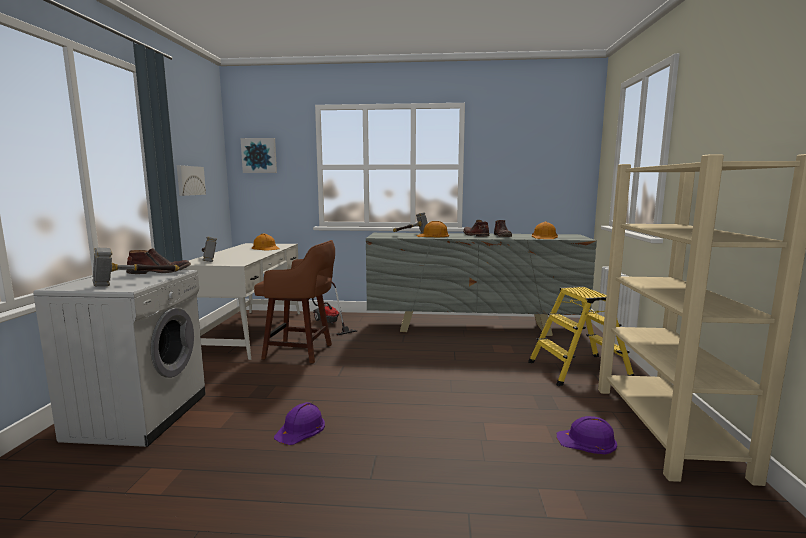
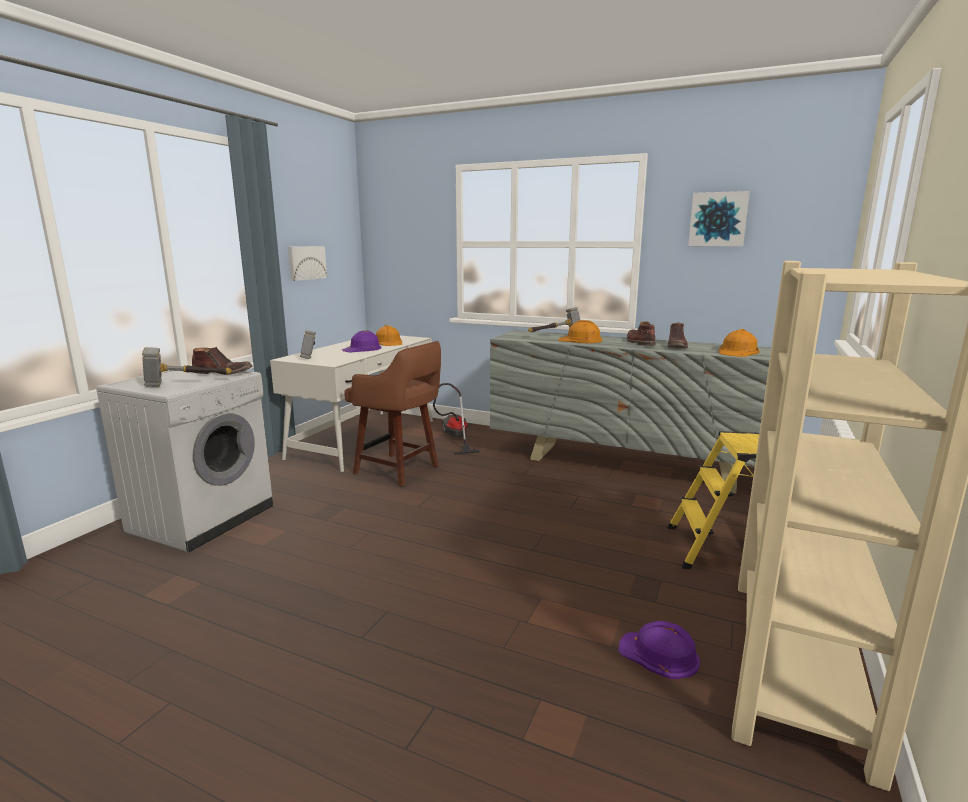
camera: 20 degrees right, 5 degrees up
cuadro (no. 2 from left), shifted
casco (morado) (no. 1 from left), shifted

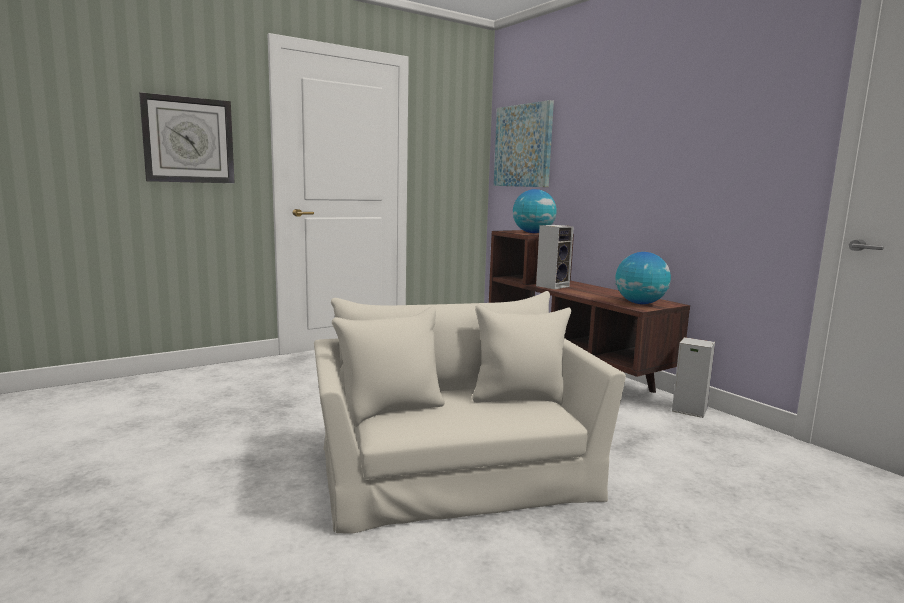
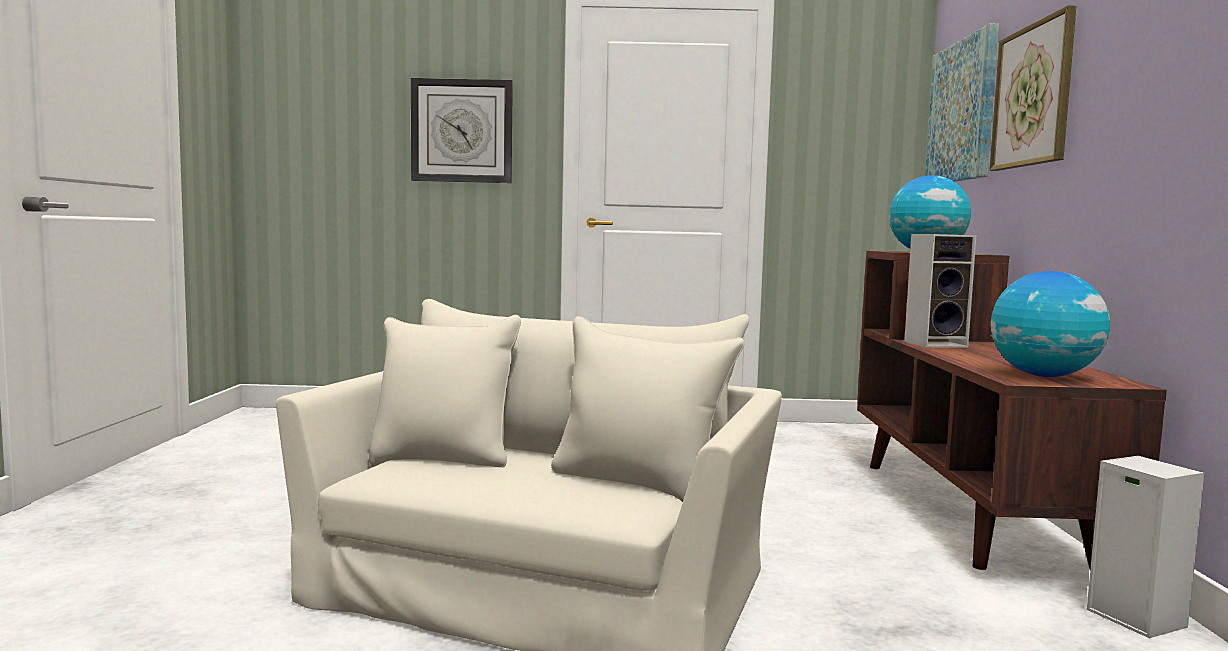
camera: 35 degrees right, 5 degrees down
- → cuadro (no. 2 from left)

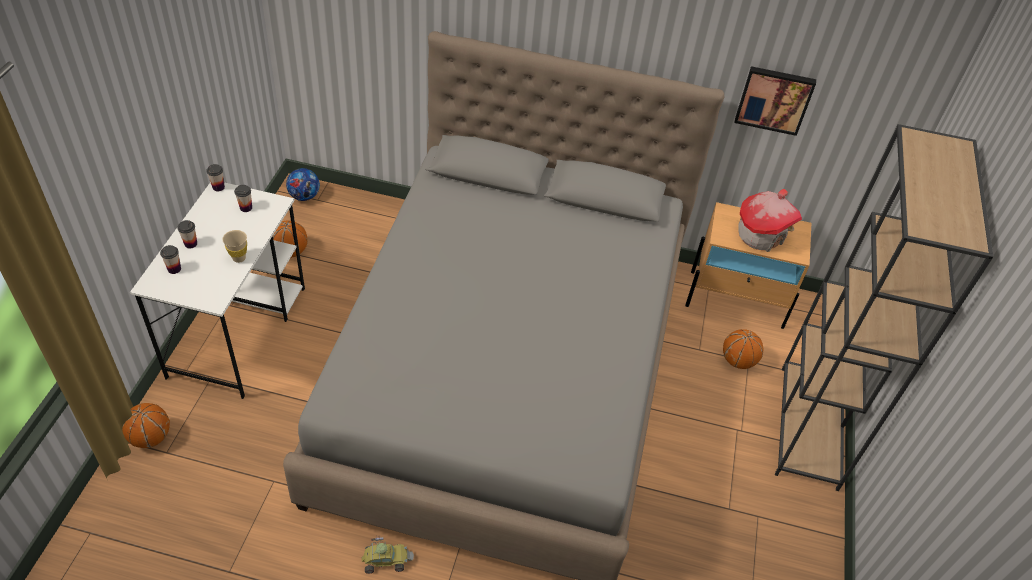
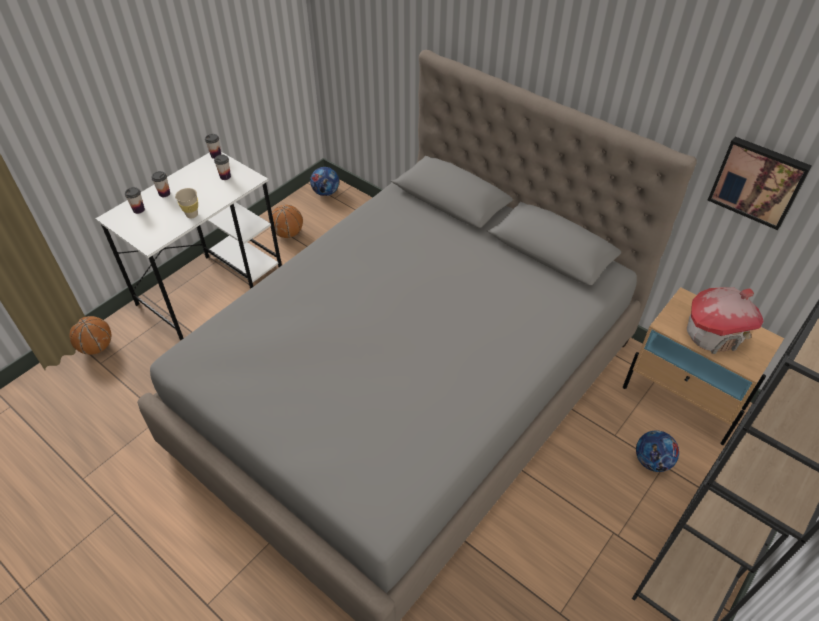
camera: 30 degrees right, 0 degrees up
balón de baloncesto (no. 3 from left) → balón de fútbol (no. 2 from left)
coche de juguete → -

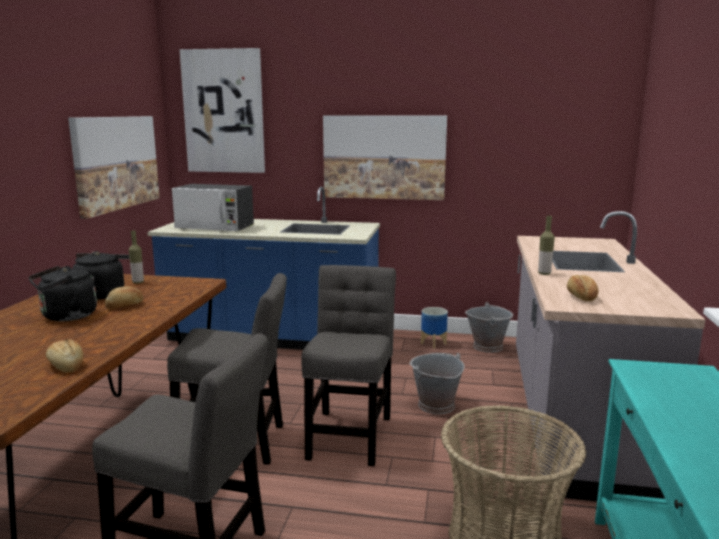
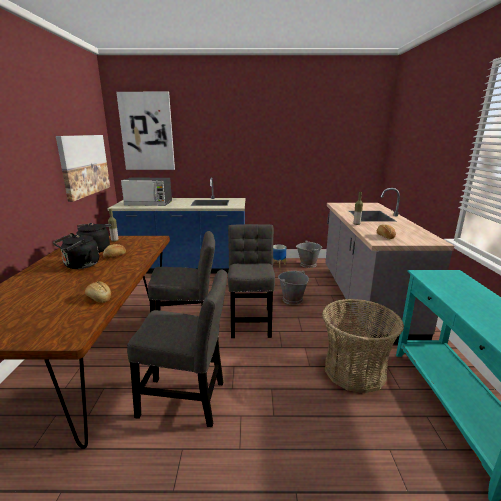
camera: 10 degrees left, 5 degrees up
cuadro (no. 3 from left) → -

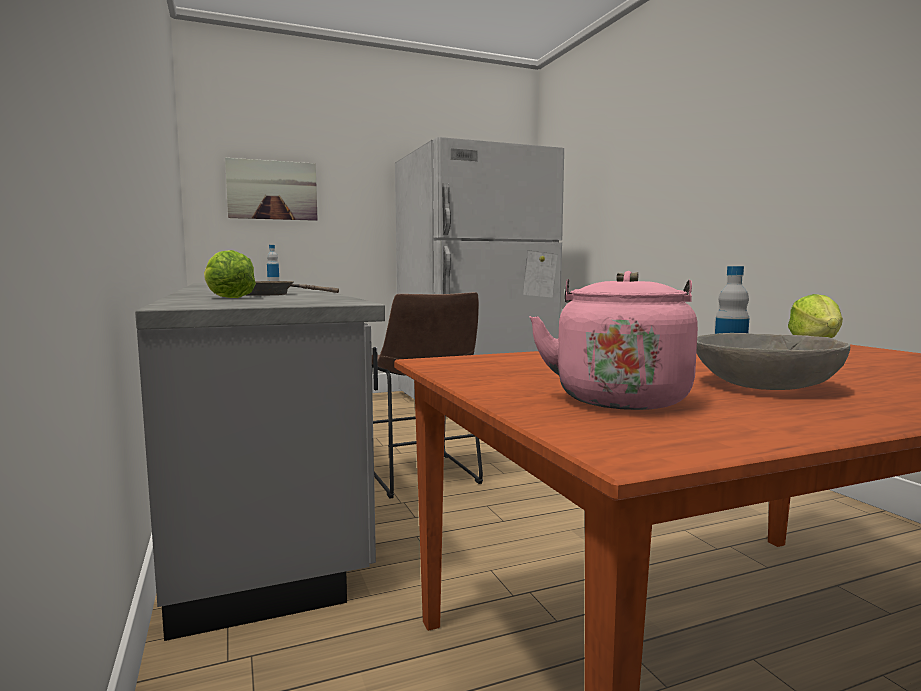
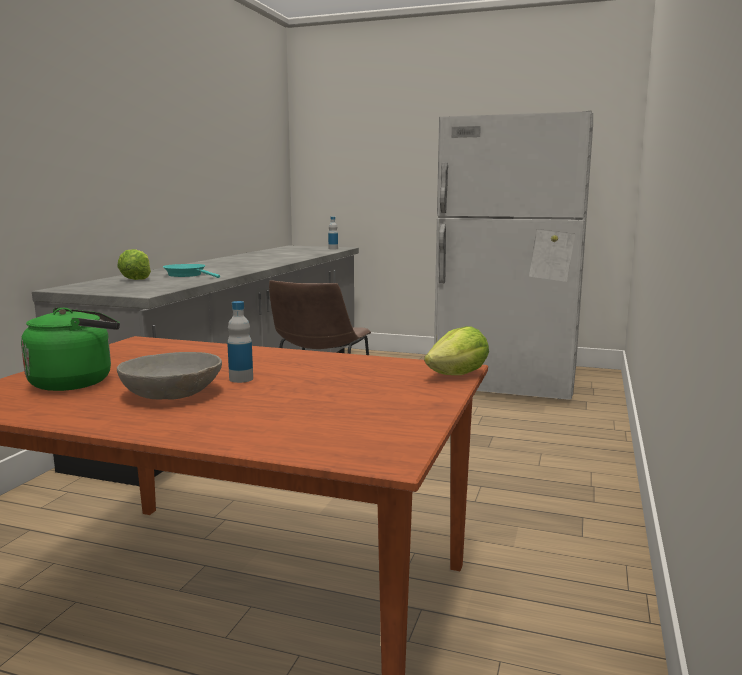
camera: 40 degrees right, 5 degrees up
cuadro → -
hervidor (rosa) → hervidor (verde)
sartén (marrón) → sartén (turquesa)

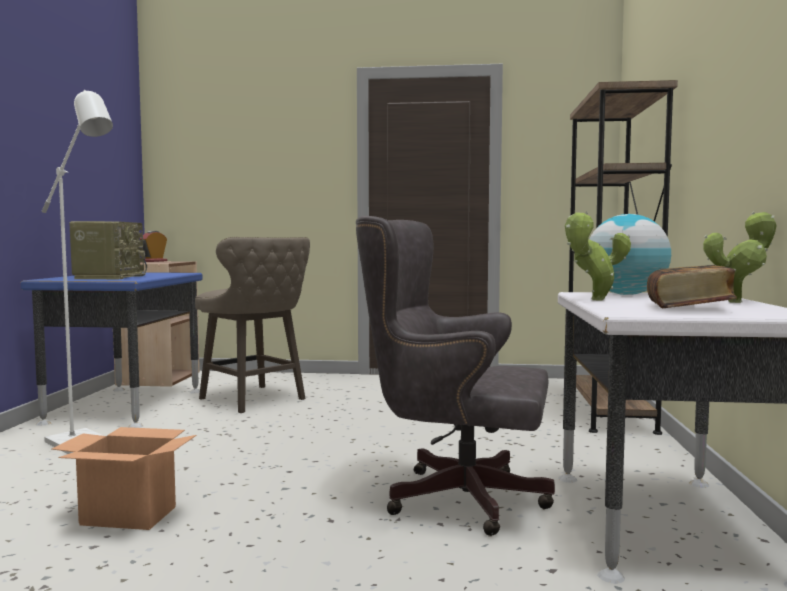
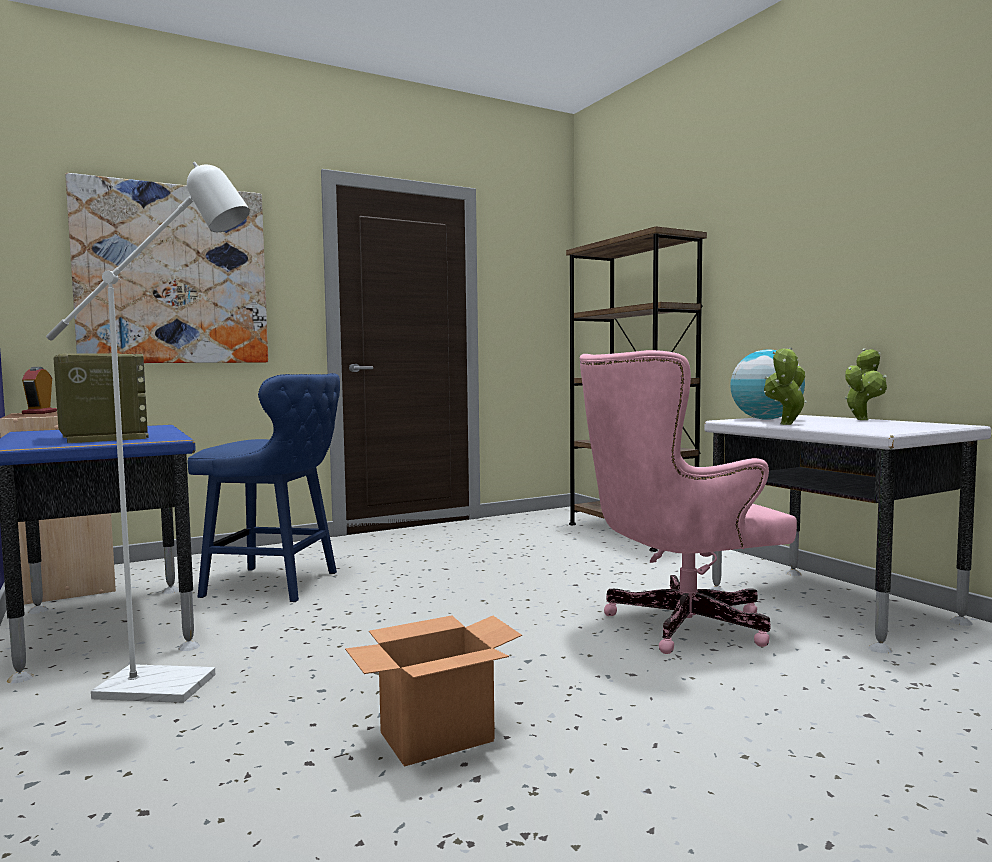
camera: 35 degrees left, 0 degrees up
silla de oficina (gris) → silla de oficina (rosa)
taburete (beis) → taburete (azul)
libro → -
- → cuadro

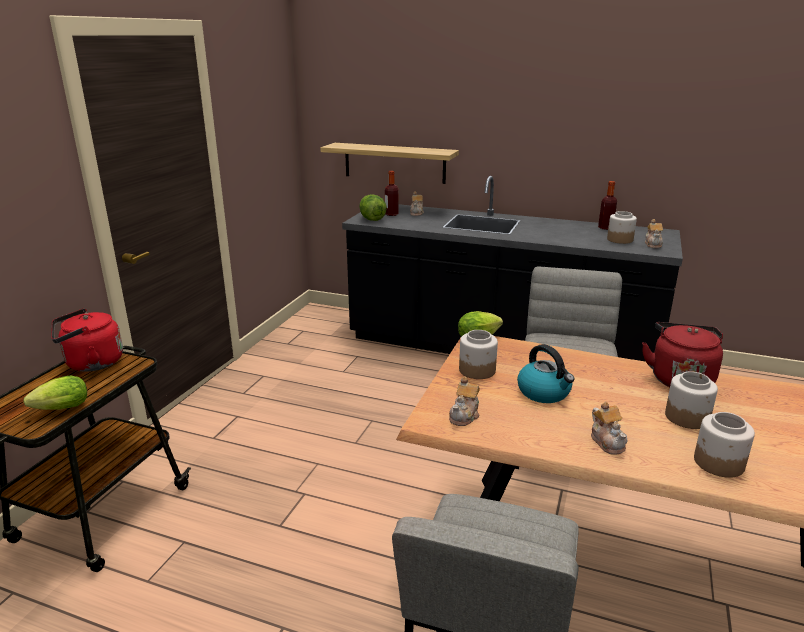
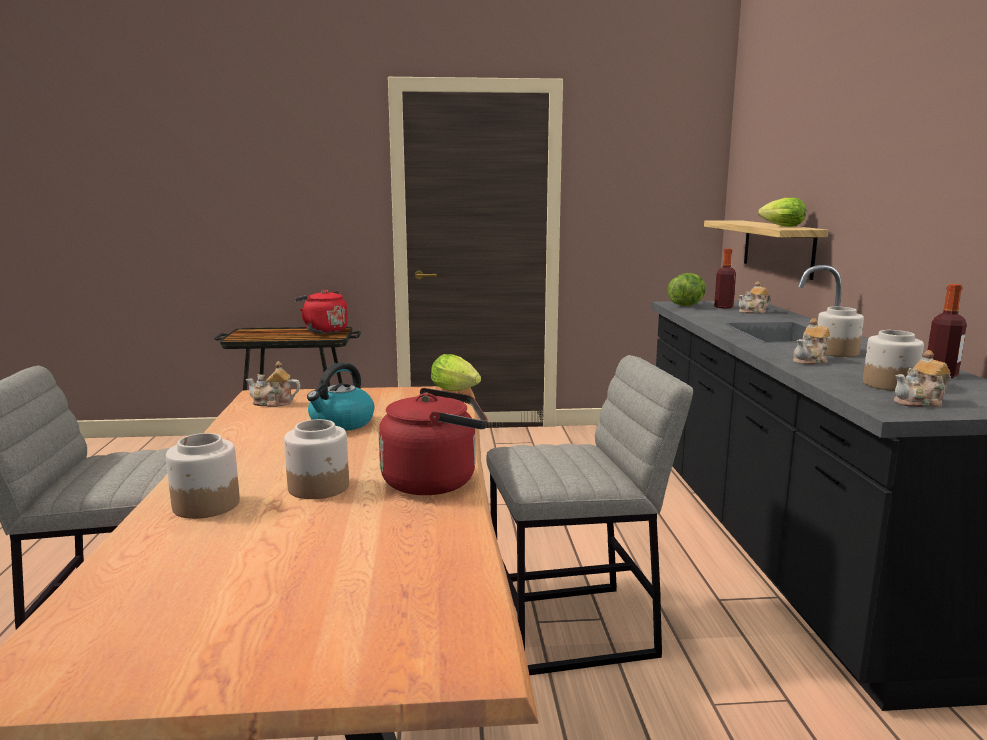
camera: 65 degrees right, 10 degrees down
tarro (no. 1 from left in the first image) → tarro (no. 3 from left), shifted
lechuga (no. 1 from left in the first image) → lechuga (no. 3 from left), shifted
tetera (no. 3 from left), shifted

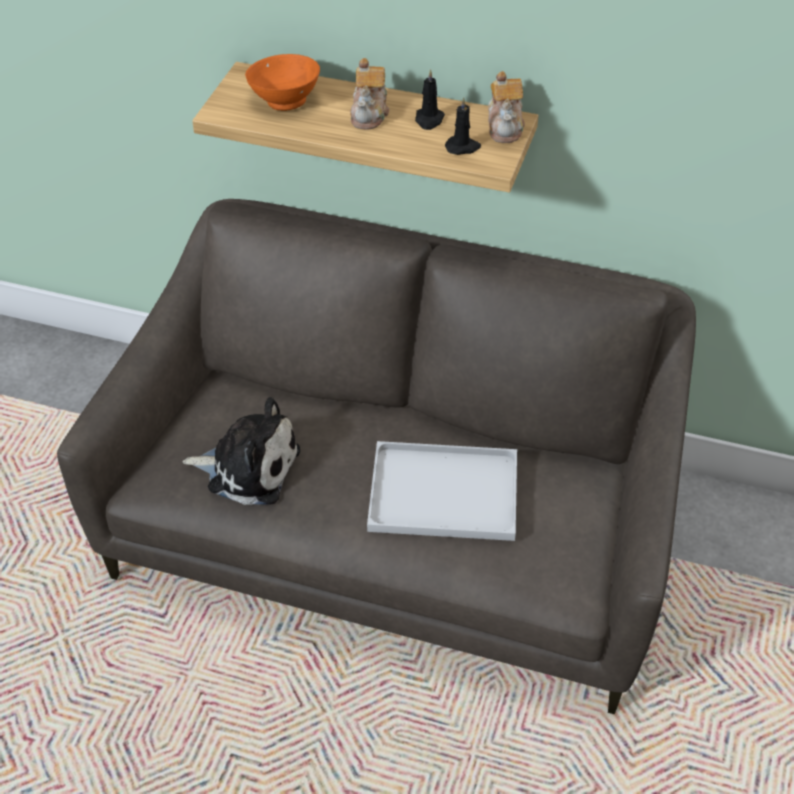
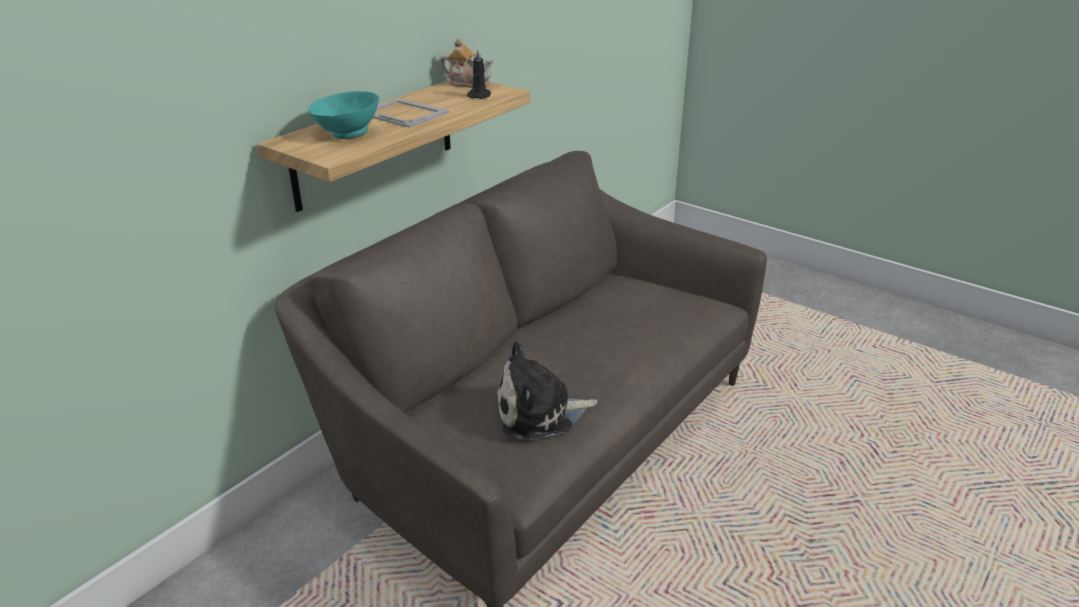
camera: 70 degrees left, 15 degrees down
cuenco (naranja) → cuenco (turquesa)
tetera (no. 1 from left) → portarretratos
vela (negro) (no. 1 from left) → -
peluche, 135 degrees counterclockwise
bandeja (blanco) → -

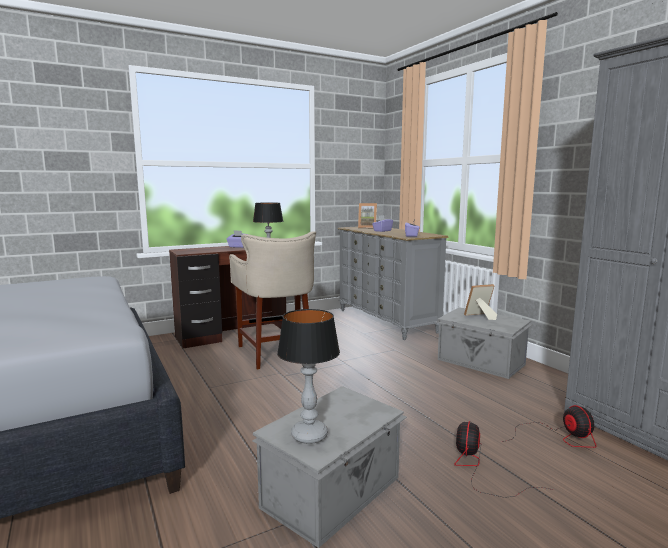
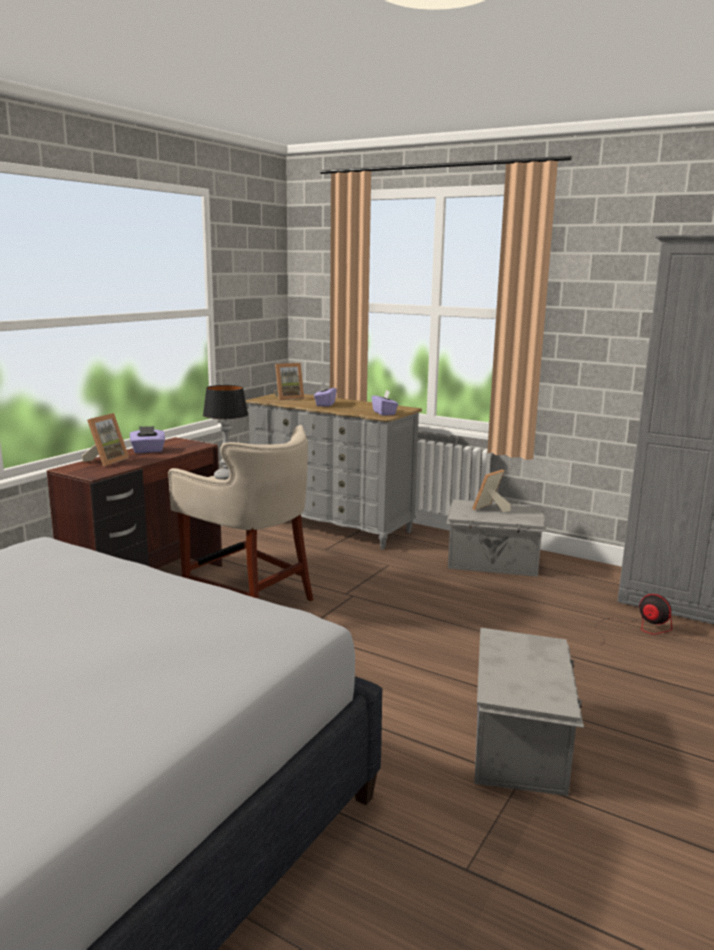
camera: 30 degrees left, 5 degrees up
lámpara de mesa (no. 2 from left) → -
ventilador (no. 1 from left) → -
- → portarretratos (no. 1 from left)

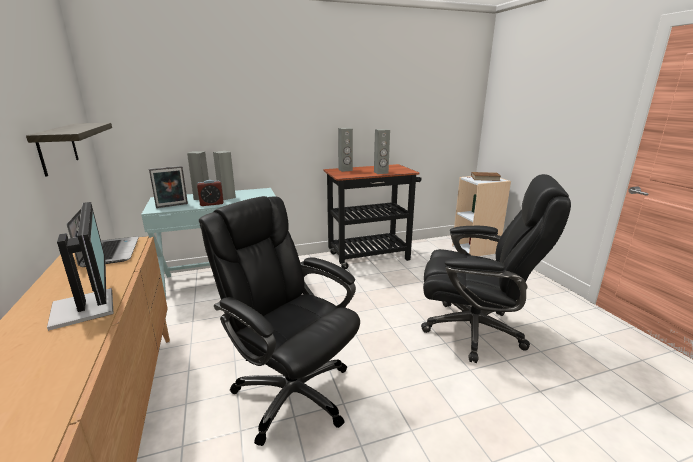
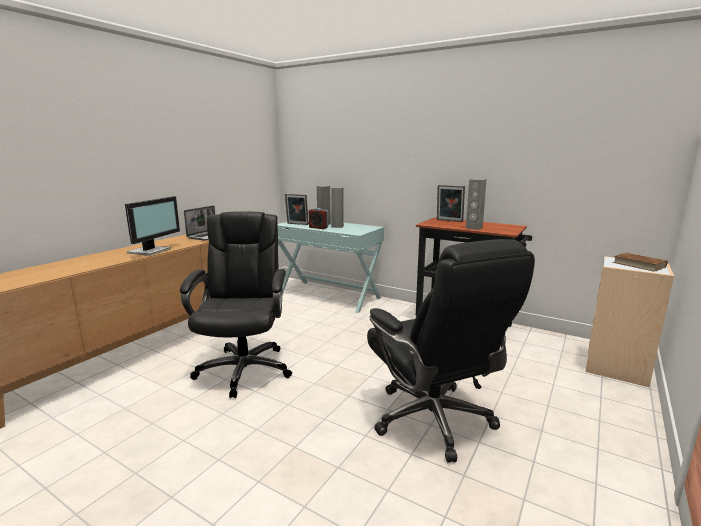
camera: 50 degrees right, 5 degrees down
estante → -
altavoz (gris) (no. 3 from left) → portarretratos (no. 2 from left)

